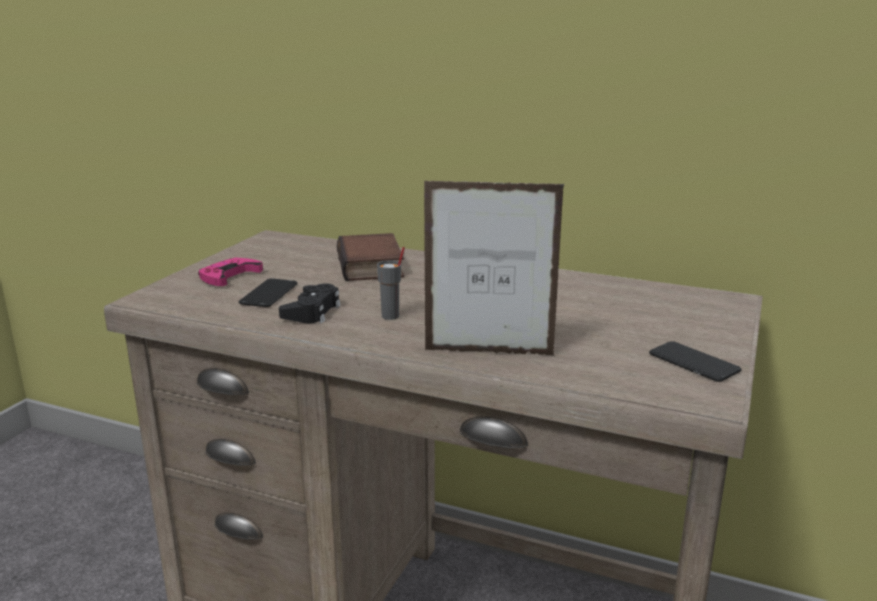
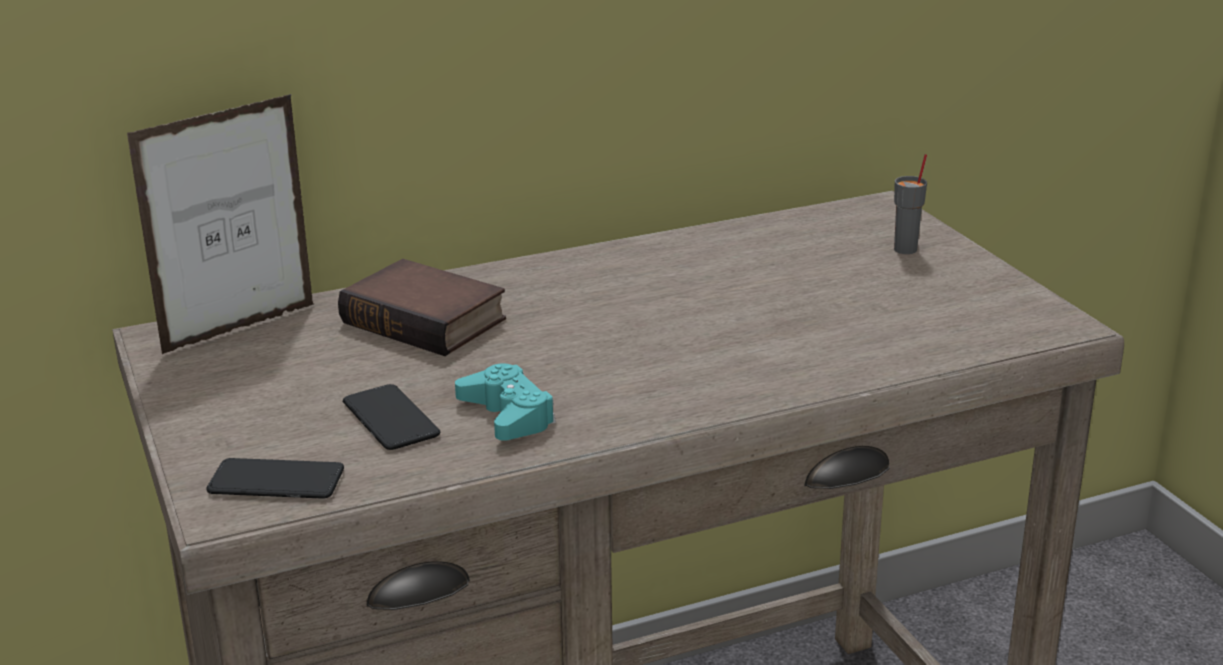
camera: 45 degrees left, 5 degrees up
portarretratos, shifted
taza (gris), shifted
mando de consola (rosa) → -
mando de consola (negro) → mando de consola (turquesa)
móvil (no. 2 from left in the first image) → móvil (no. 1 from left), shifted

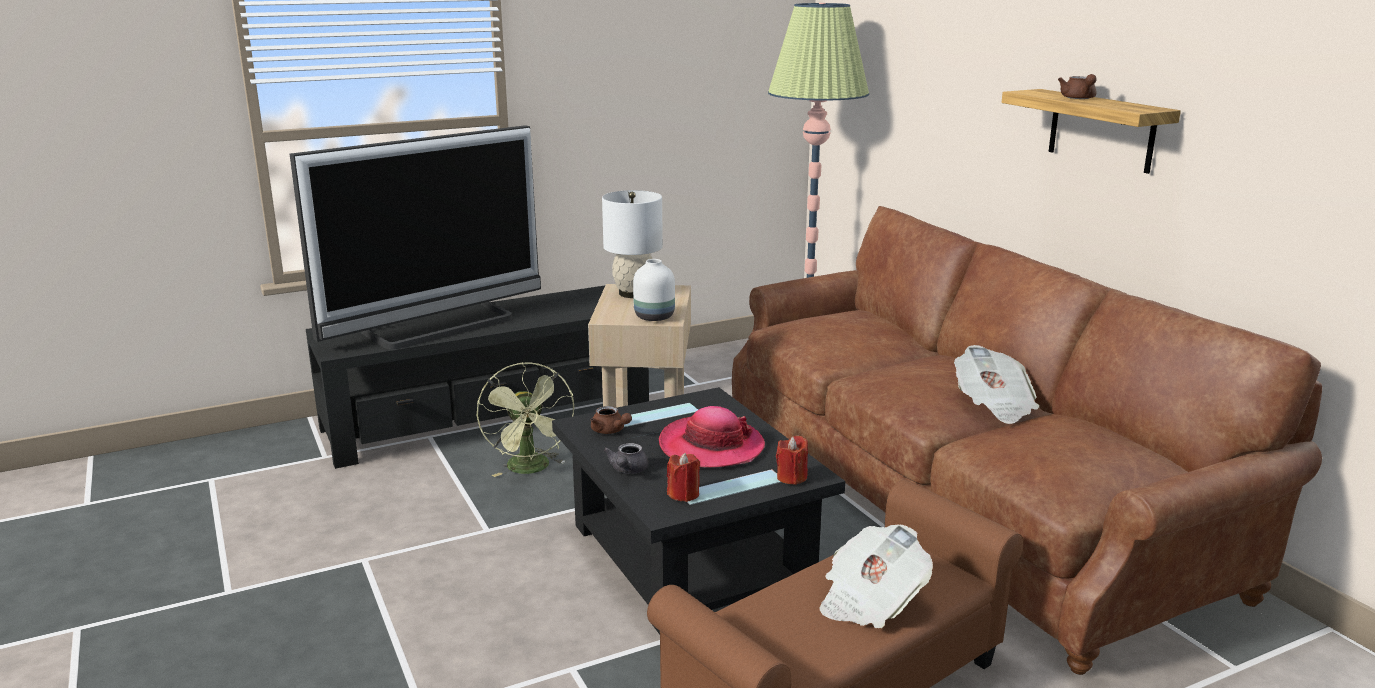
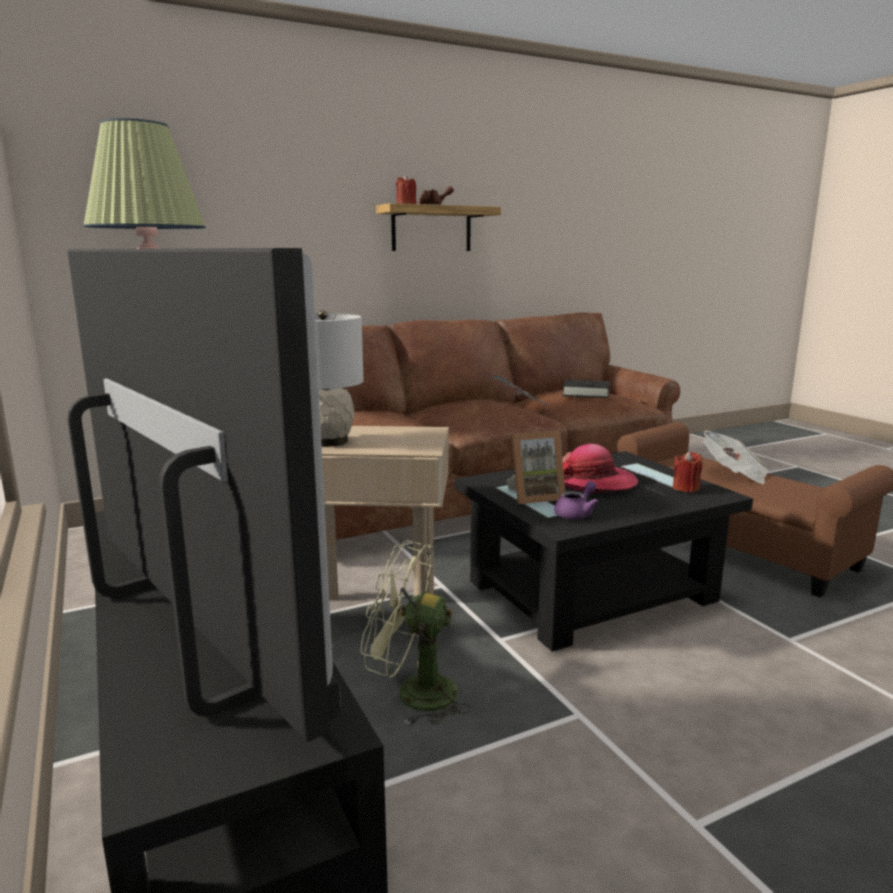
camera: 90 degrees left, 5 degrees down
florero (blanco) → -
ventilador (verde), 150 degrees counterclockwise
tetera (marrón) (no. 1 from left) → tetera (morado)
vela (rojo) (no. 2 from left in the first image) → vela (rojo) (no. 1 from left), shifted
tetera (gris) → -
- → libro (negro)
- → portarretratos

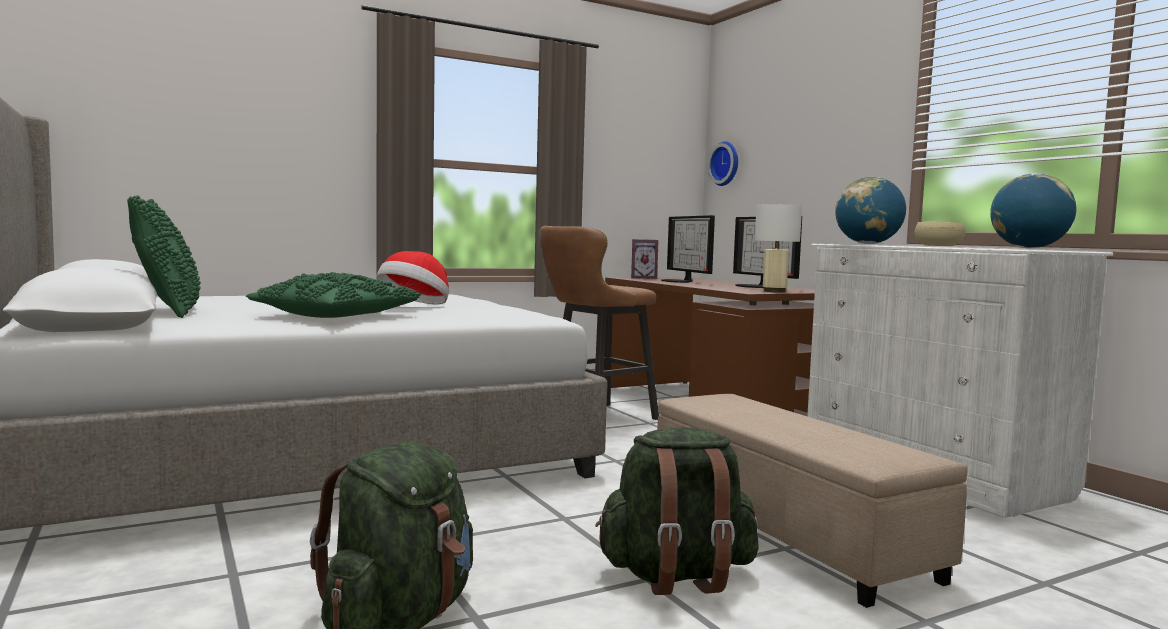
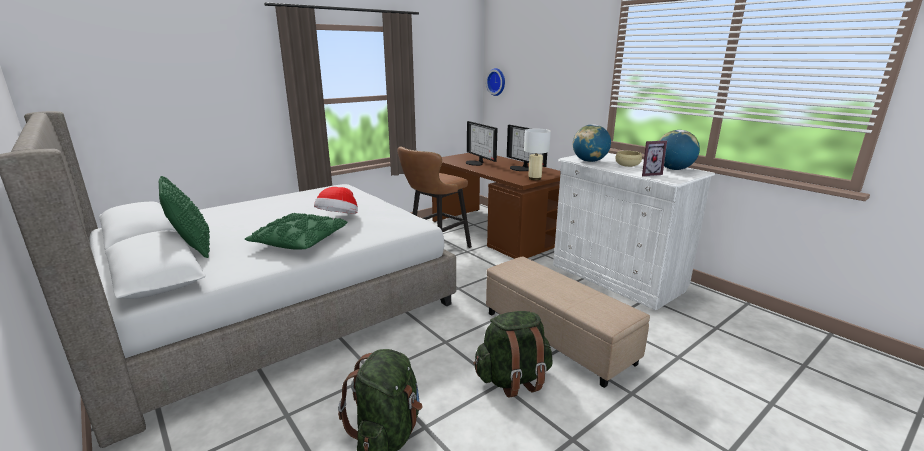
camera: 10 degrees left, 15 degrees up
portarretratos, shifted

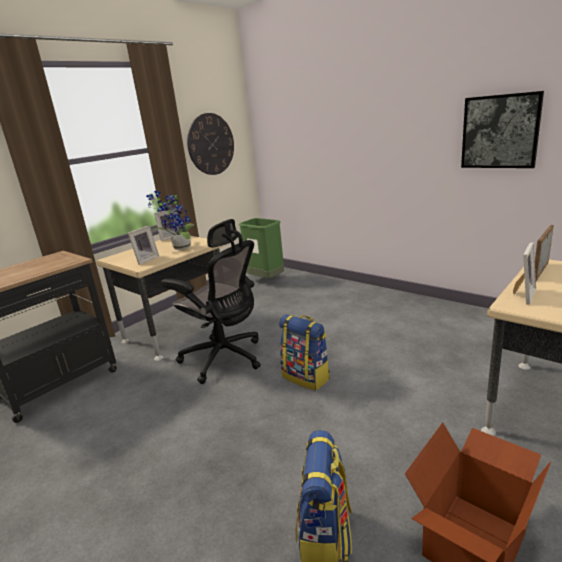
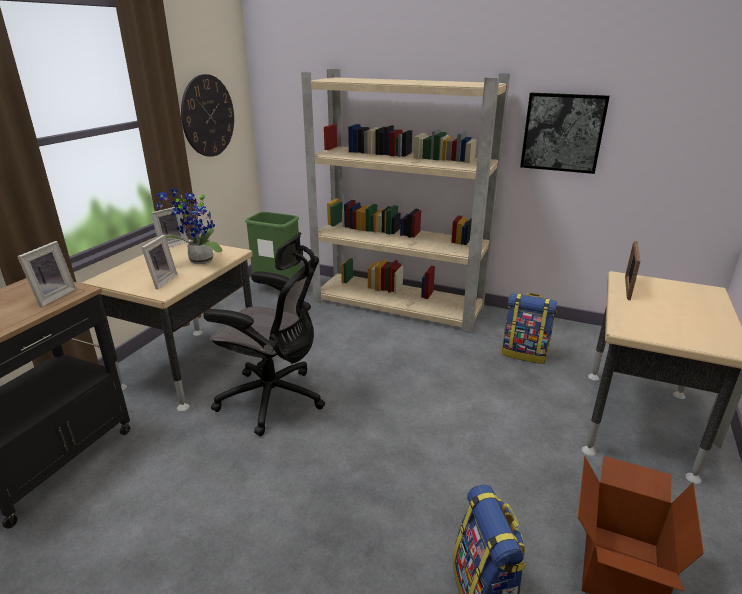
camera: 20 degrees left, 5 degrees up
portarretratos (no. 3 from left in the first image) → portarretratos (no. 1 from left), shifted
mochila (no. 1 from left in the first image) → mochila (no. 2 from left), shifted
- → estantería (beis)

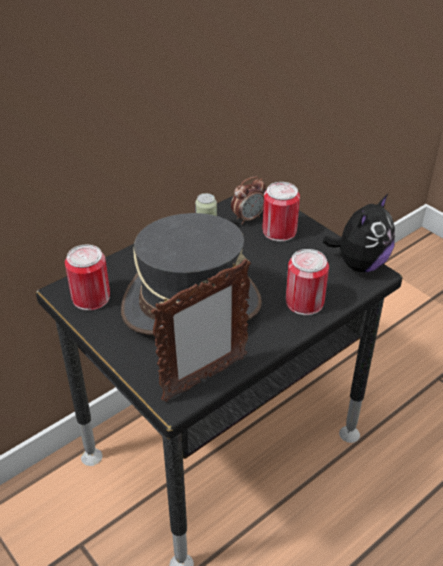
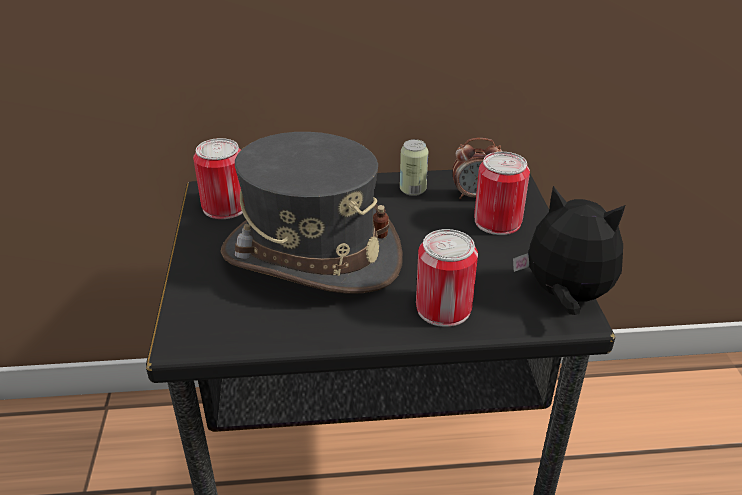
camera: 35 degrees right, 5 degrees down
peluche, 135 degrees counterclockwise
portarretratos → -

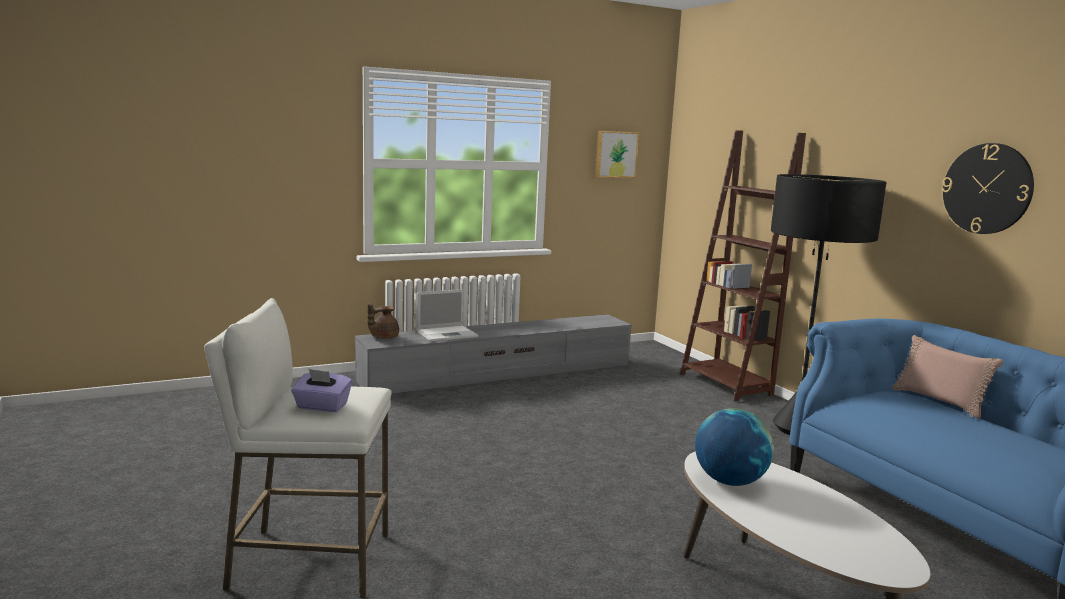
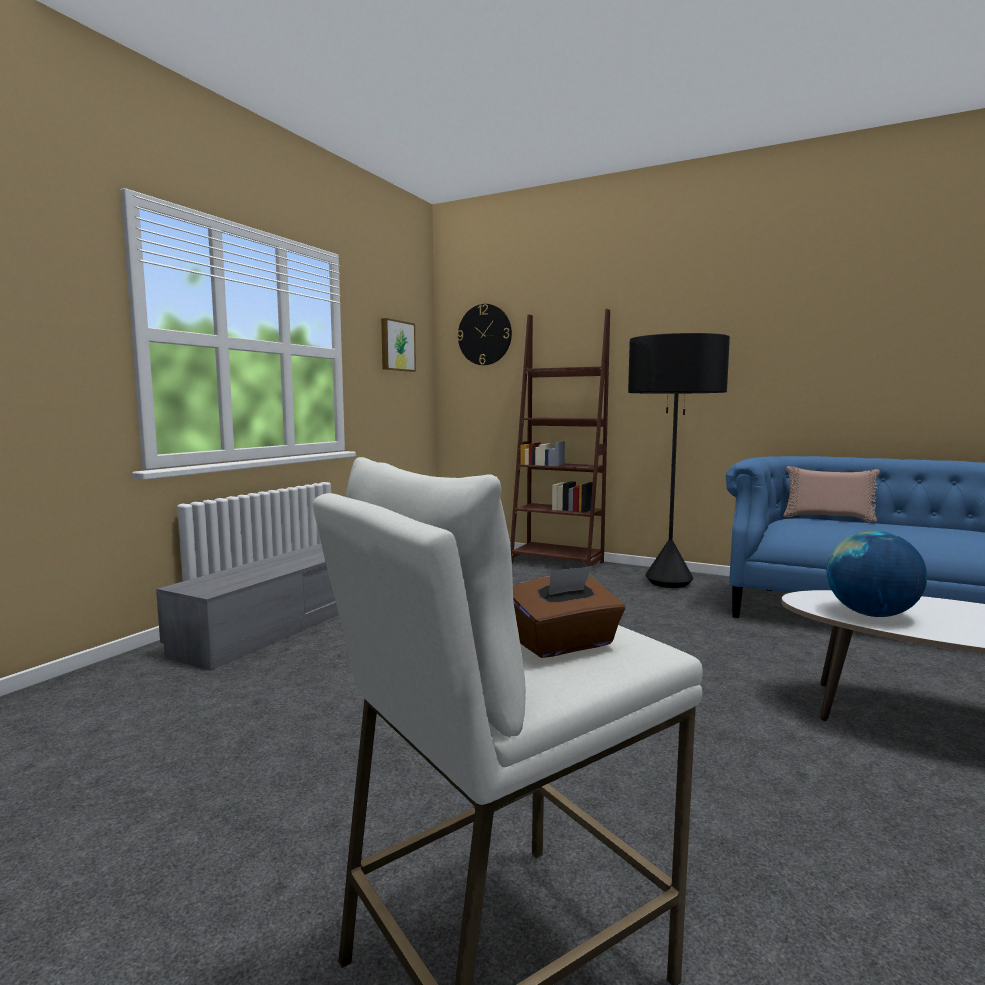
camera: 35 degrees left, 5 degrees down
reloj de pared, shifted
portátil → -
tetera (marrón) → -
caja de pañuelos (morado) → caja de pañuelos (marrón)

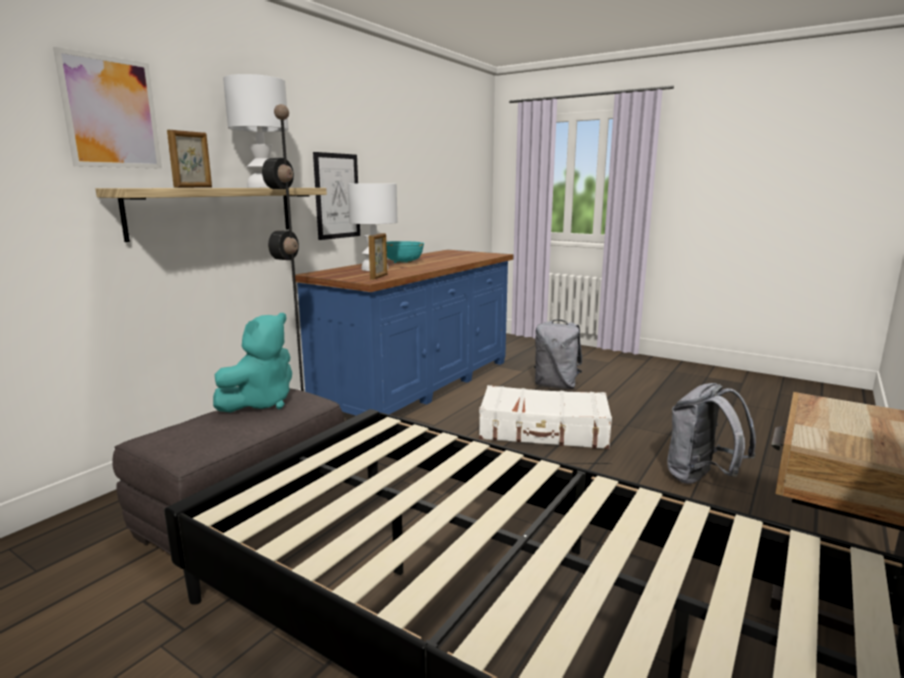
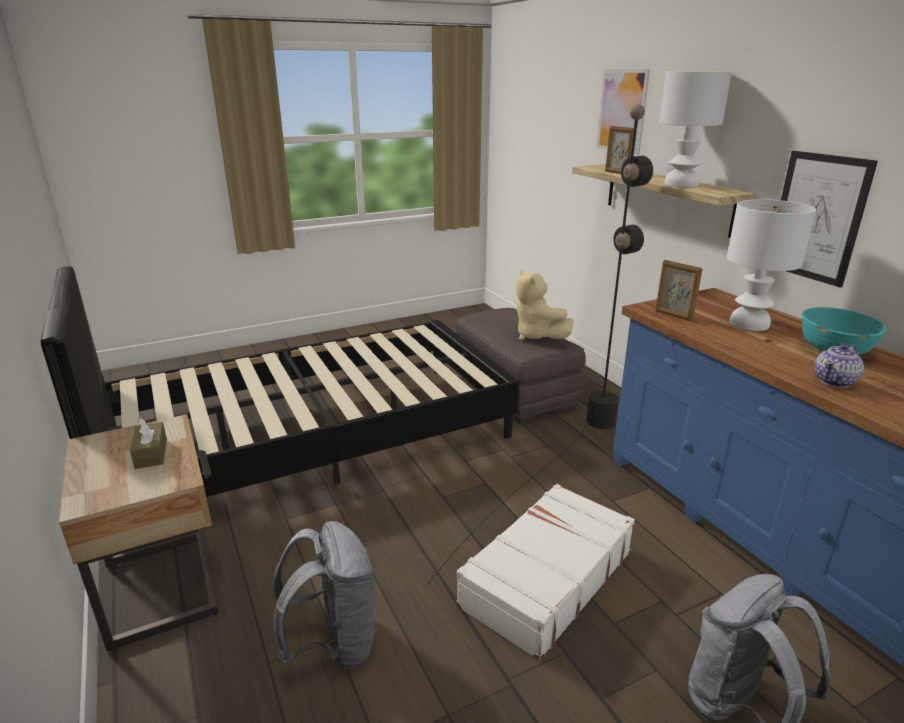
camera: 120 degrees right, 10 degrees up
peluche (turquesa) → peluche (beis)
- → tetera
- → caja de pañuelos (marrón)

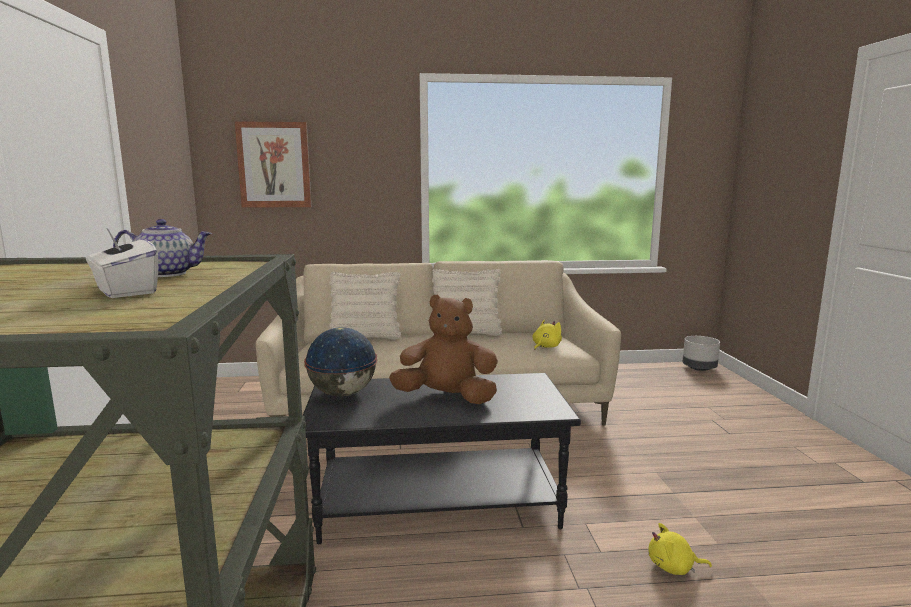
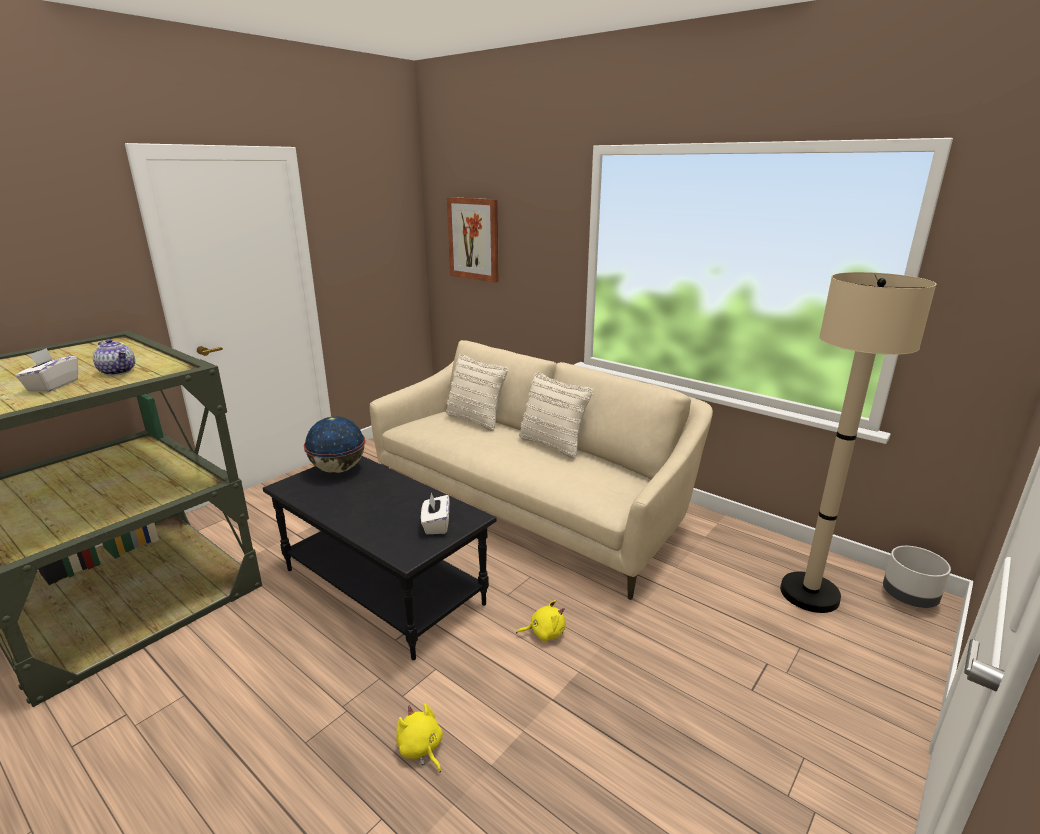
camera: 45 degrees right, 10 degrees up
peluche (marrón) → -
peluche (amarillo) (no. 1 from left in the first image) → peluche (amarillo) (no. 2 from left), shifted
- → lámpara de pie (beis)
- → caja de pañuelos (blanco) (no. 2 from left)

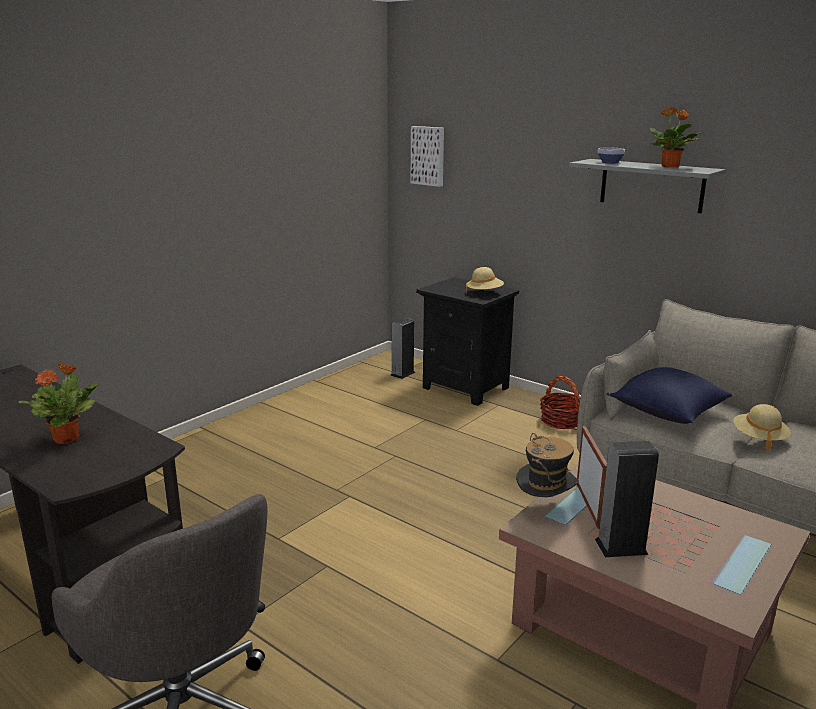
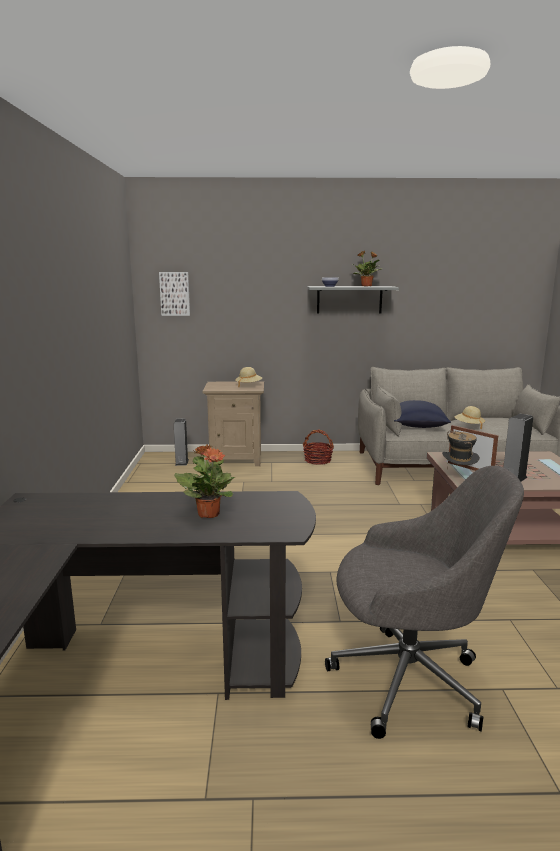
camera: 40 degrees left, 5 degrees down
mesita de noche (negro) → mesita de noche (beis)

